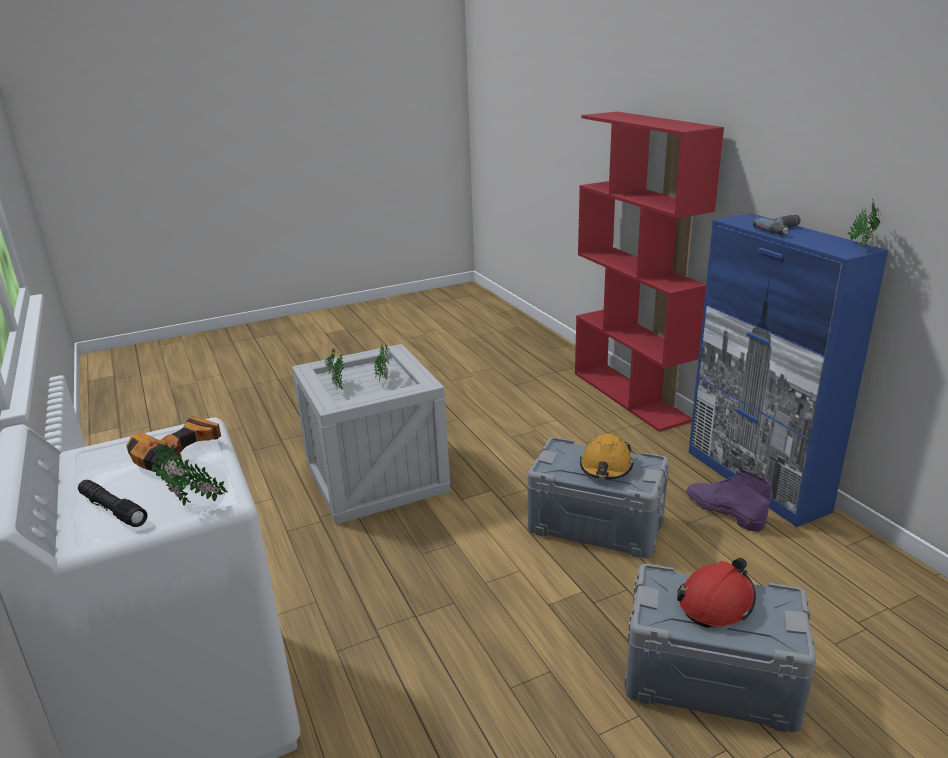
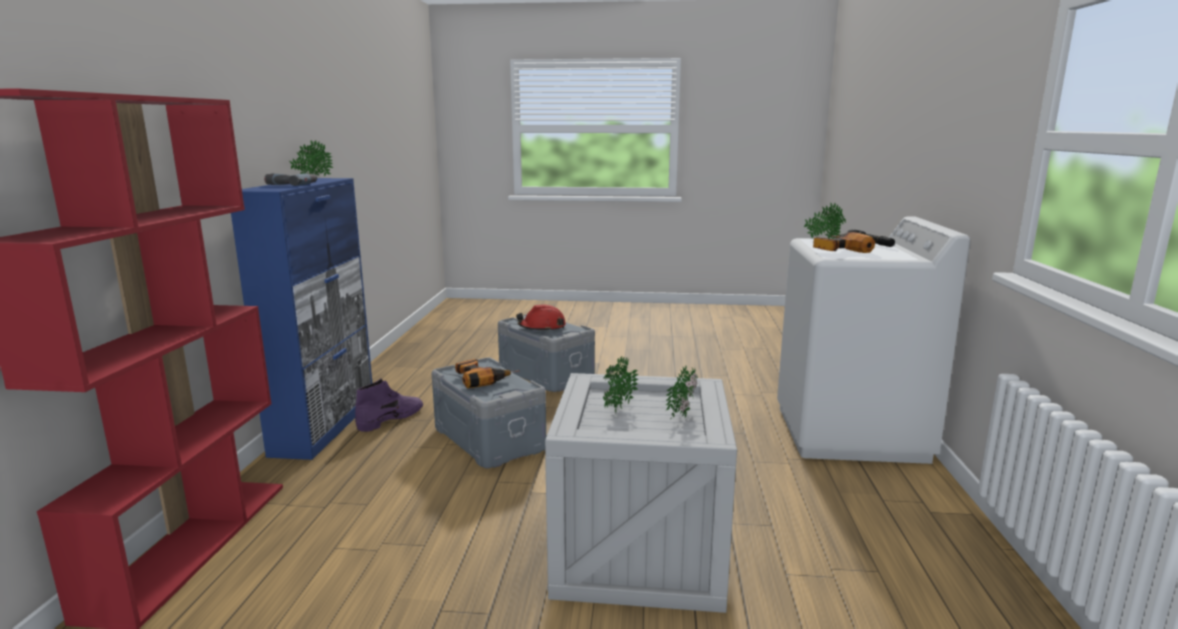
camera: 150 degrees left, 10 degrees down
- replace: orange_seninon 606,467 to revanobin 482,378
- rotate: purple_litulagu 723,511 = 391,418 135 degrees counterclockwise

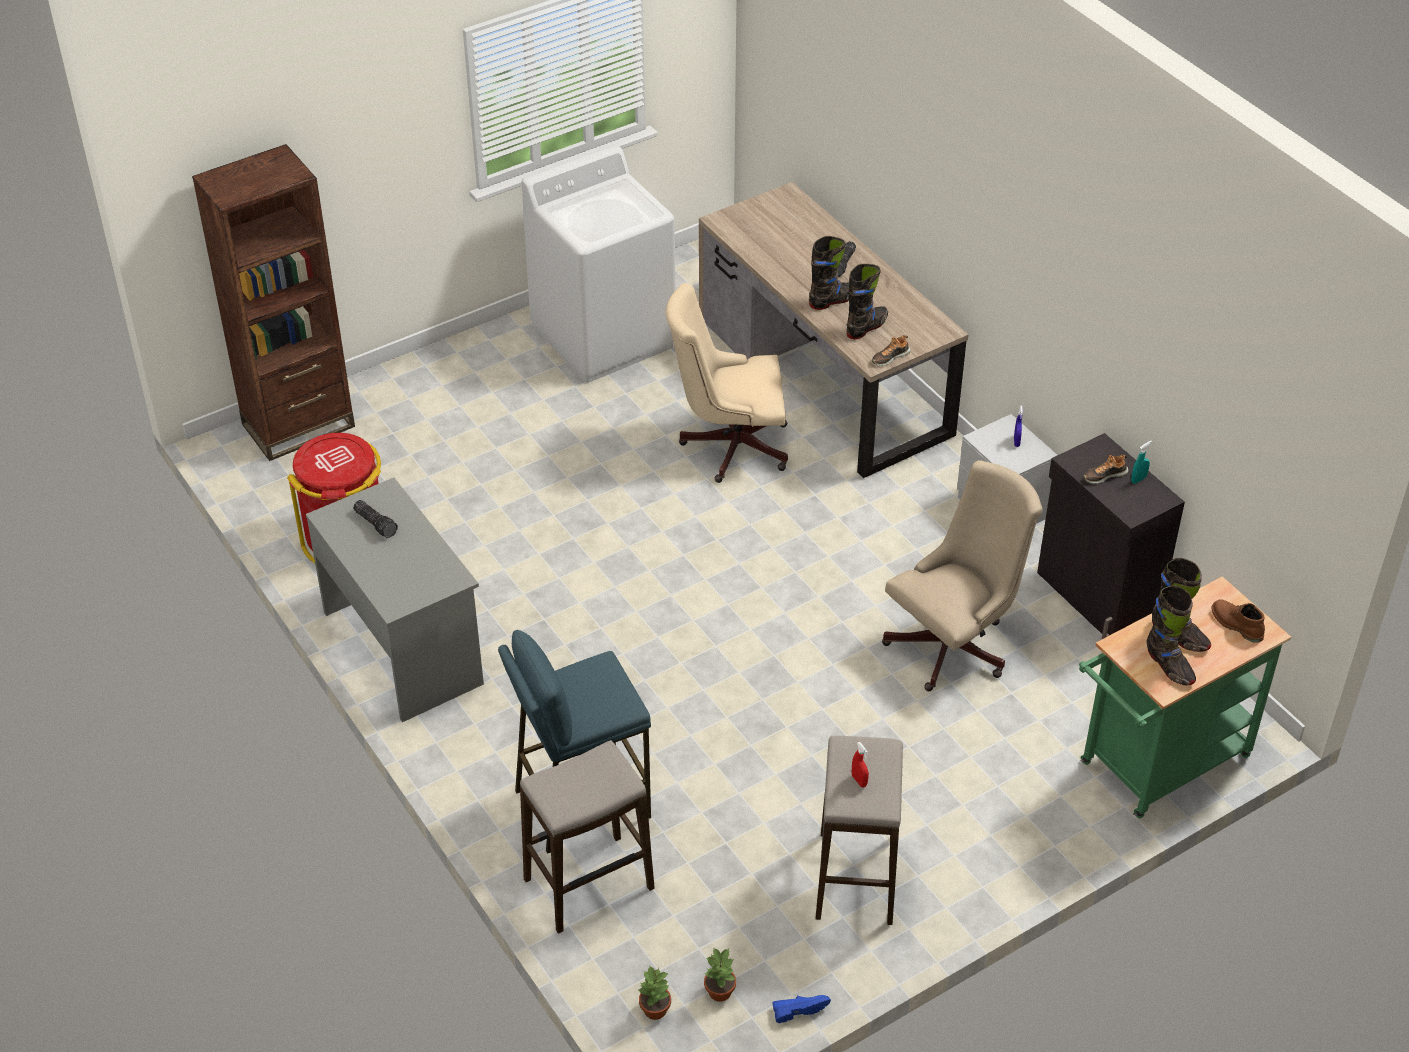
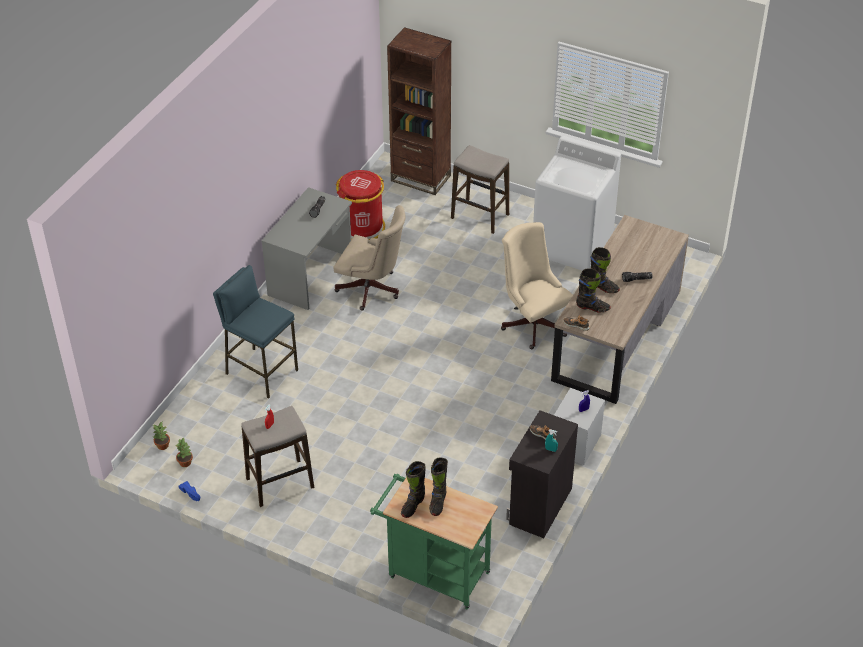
camera: 60 degrees right, 0 degrees up
- move: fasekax 589,884 to 480,216
- move: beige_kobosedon 955,644 to 372,290
- delete: brown_litulagu 1235,625

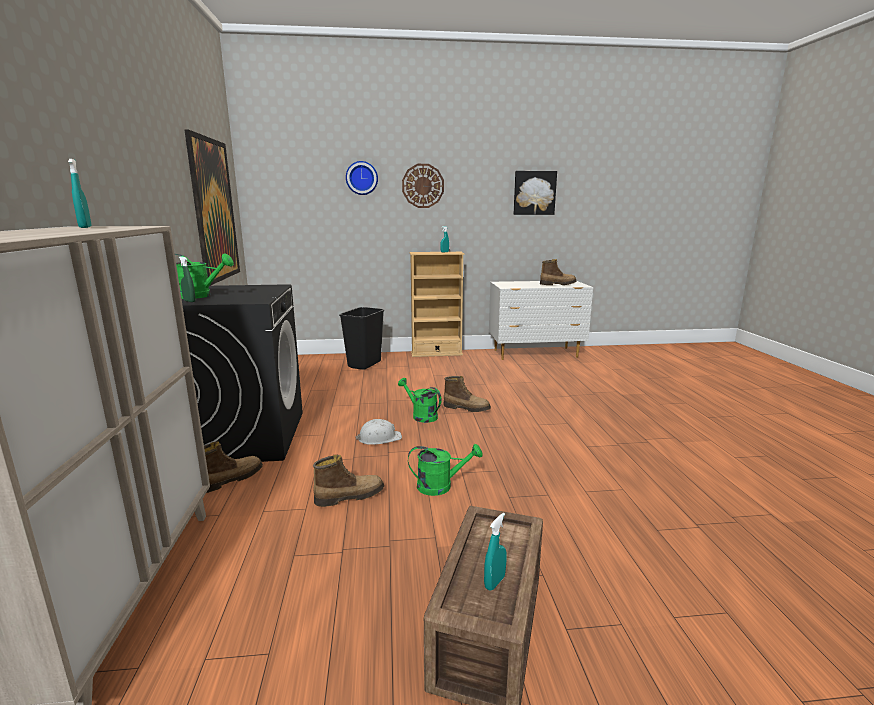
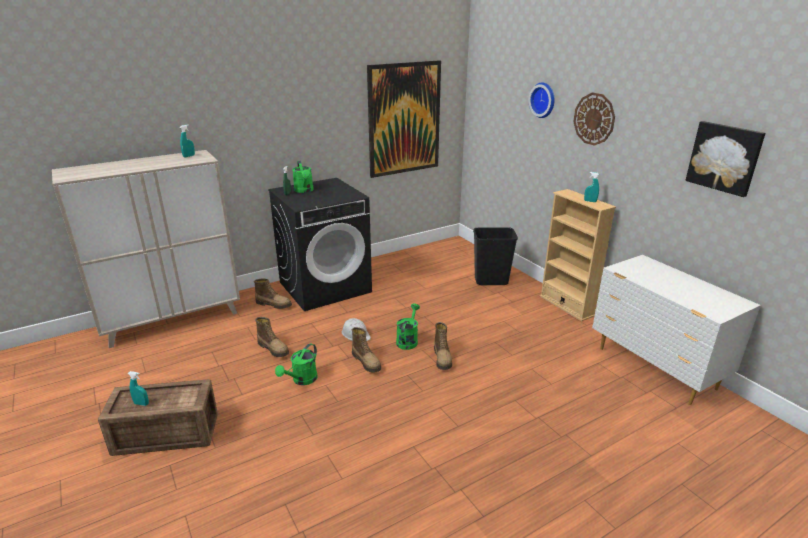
camera: 65 degrees right, 10 degrees up
- rotate: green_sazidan 441,486 = 301,380 60 degrees clockwise
- move: litulagu 557,284 to 367,362

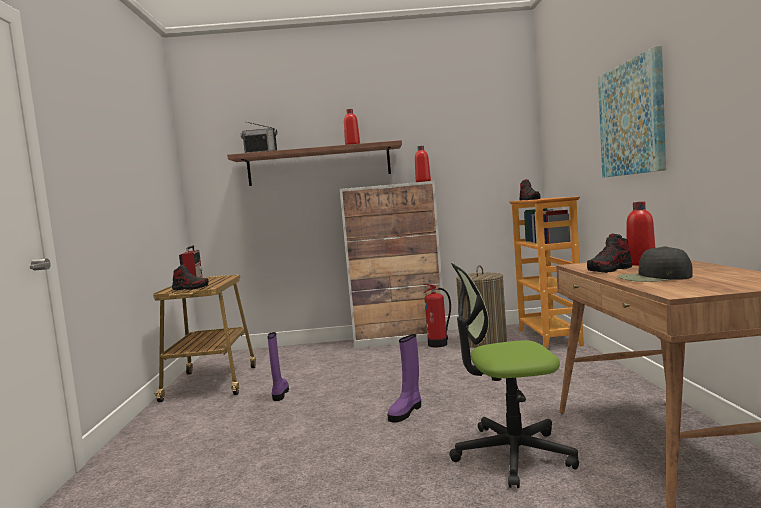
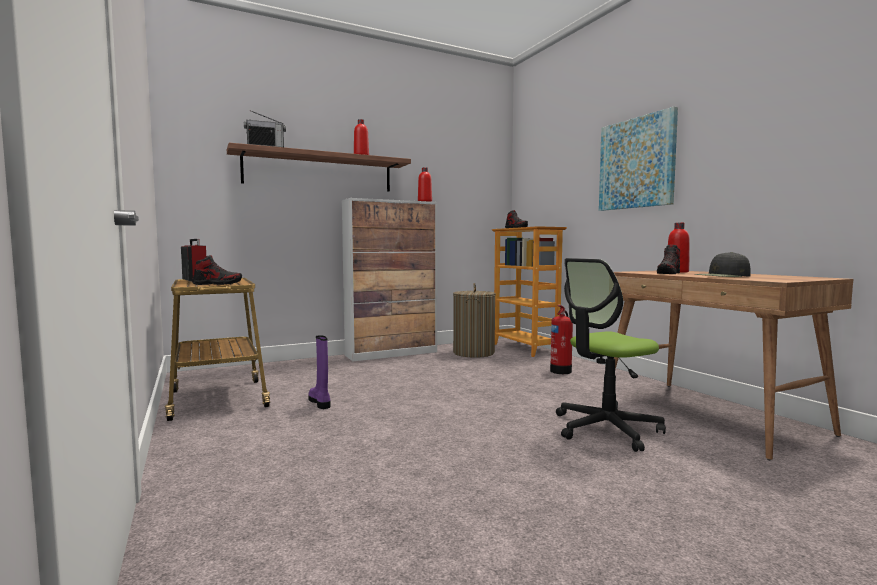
camera: 25 degrees left, 0 degrees up
- delete: purple_litulagu 406,412
- move: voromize 439,344 to 561,371

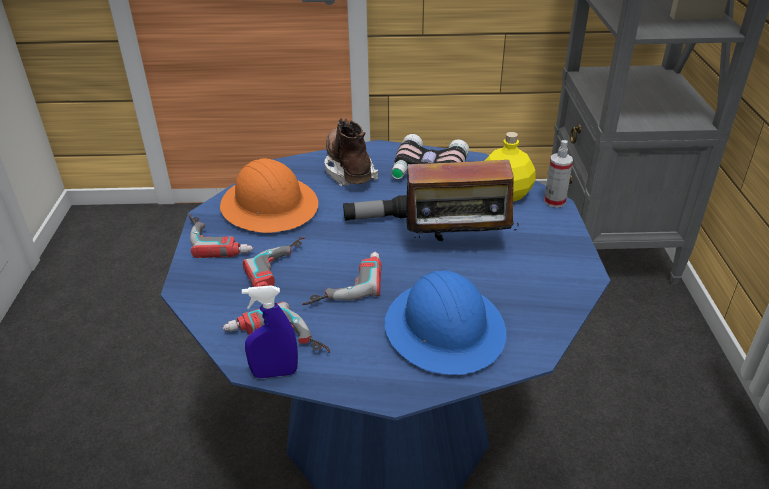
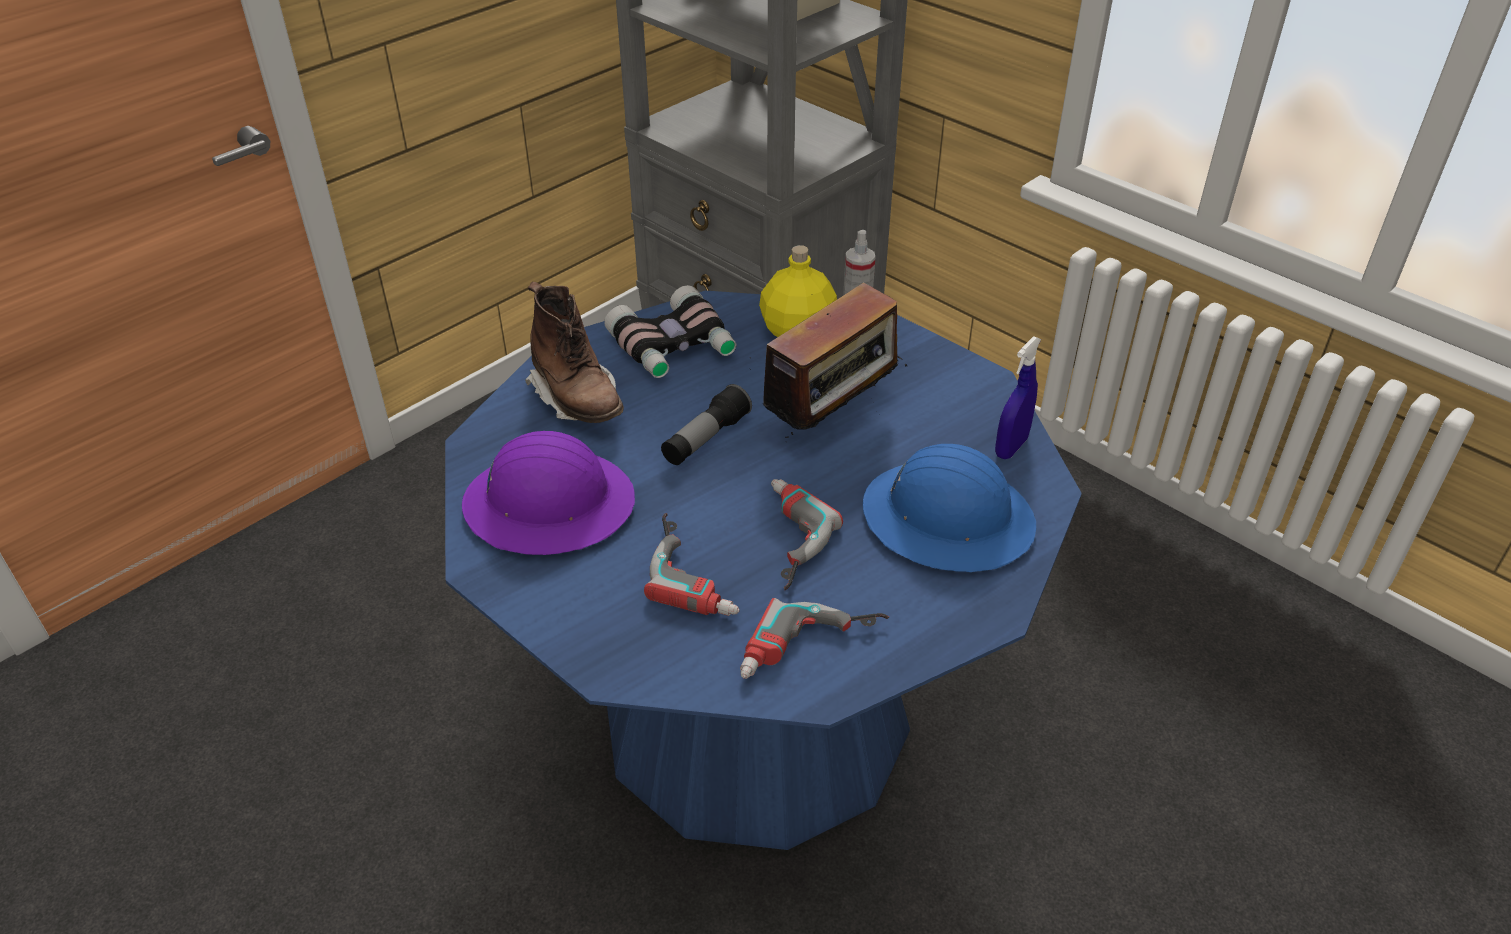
camera: 45 degrees left, 5 degrees up
- delete: revanobin 220,238
- recolor: orange_seninon 270,206 to purple_seninon 549,504
- move: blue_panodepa 275,373 to 1011,447
- rotate: brown_litulagu 349,170 = 577,399 150 degrees counterclockwise

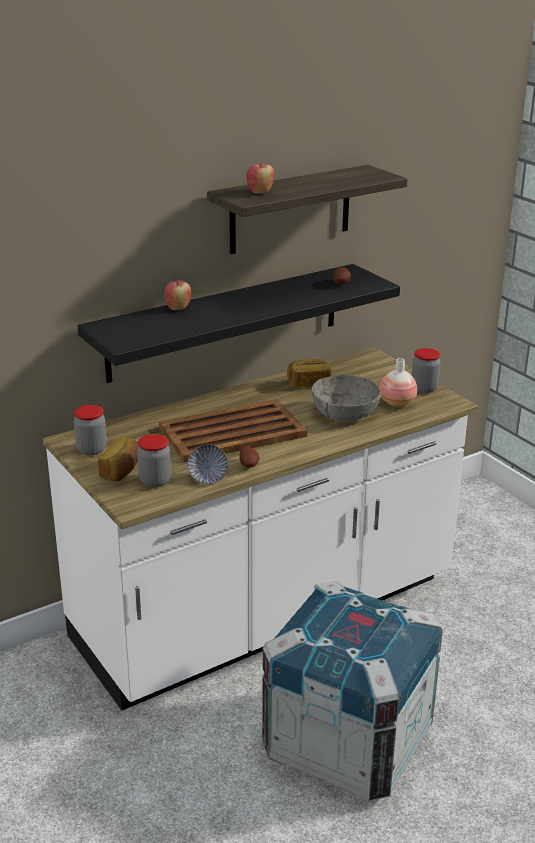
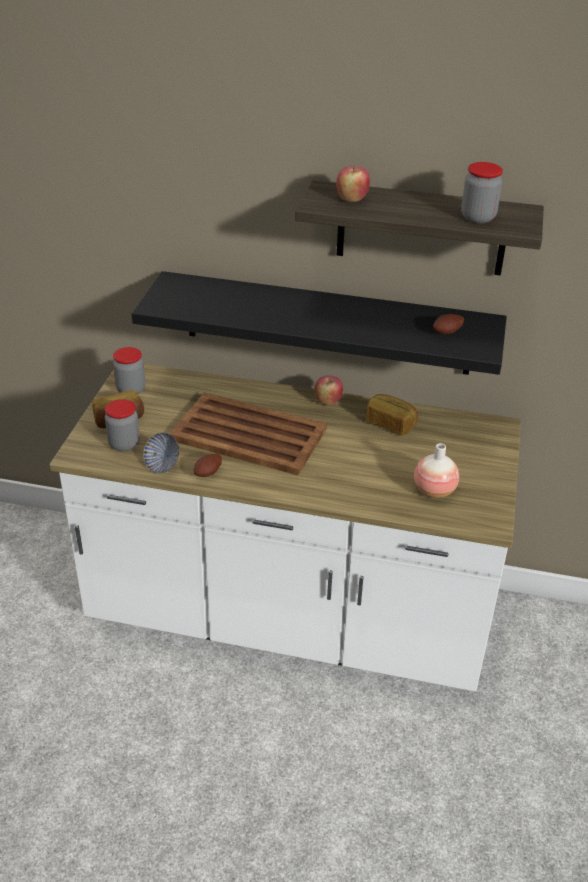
camera: 45 degrees right, 10 degrees up
- move: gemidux 178,308 to 327,401
- delete: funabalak 347,741
- delete: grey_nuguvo 344,413
- move: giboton 424,388 to 478,217

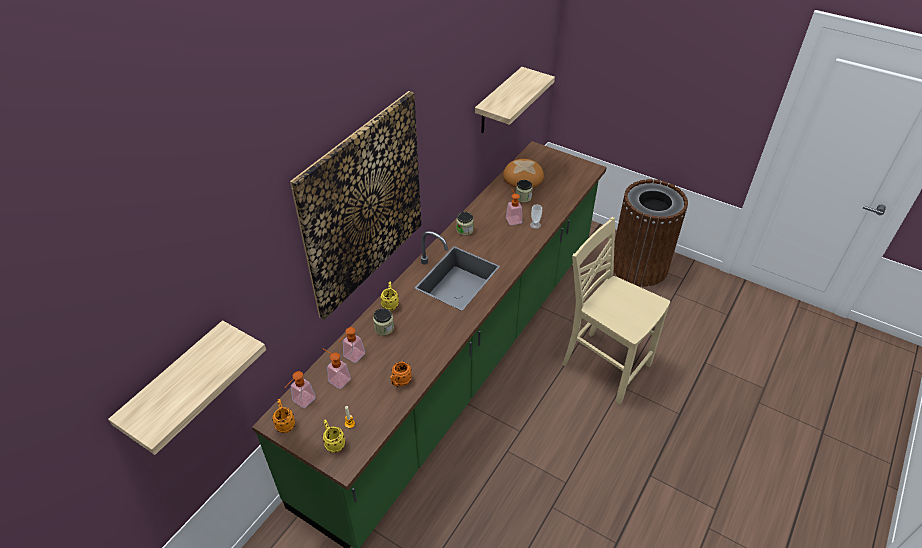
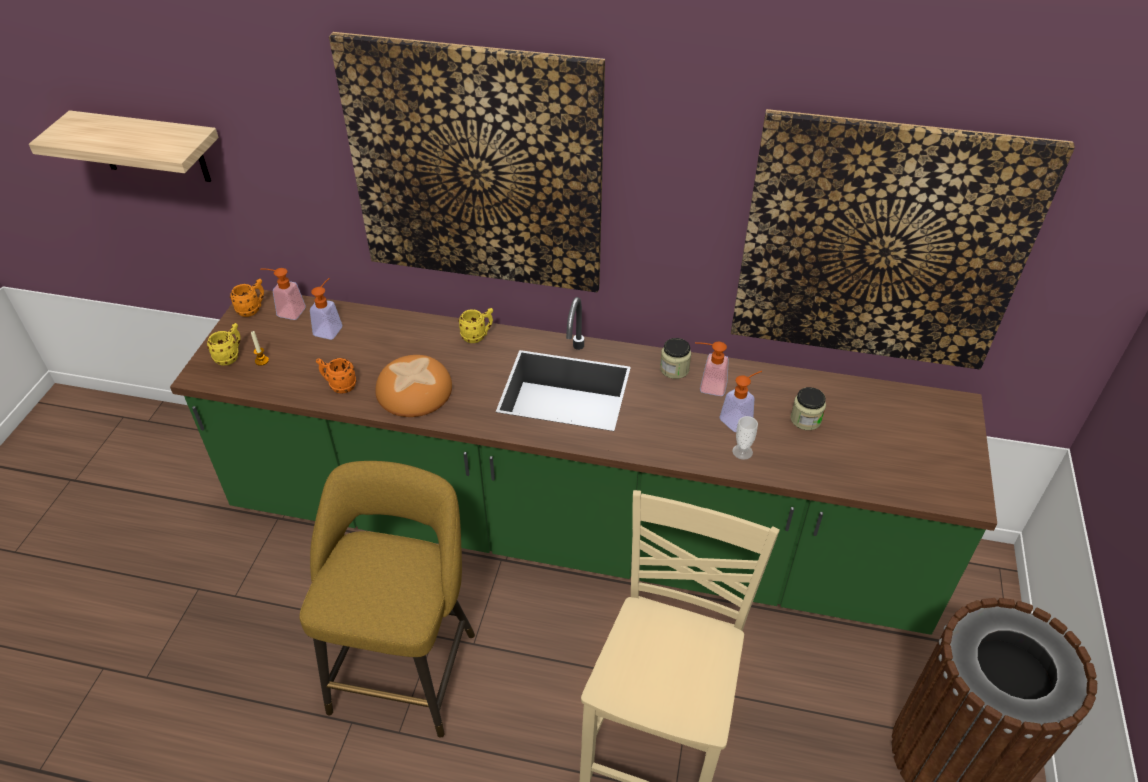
camera: 70 degrees right, 0 degrees up
- move: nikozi 352,357 to 707,386
- delete: giboton 384,328
- replace: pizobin 498,102 to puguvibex 881,245
- move: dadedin 522,177 to 414,390
- insert: yellow_fasekax 406,664

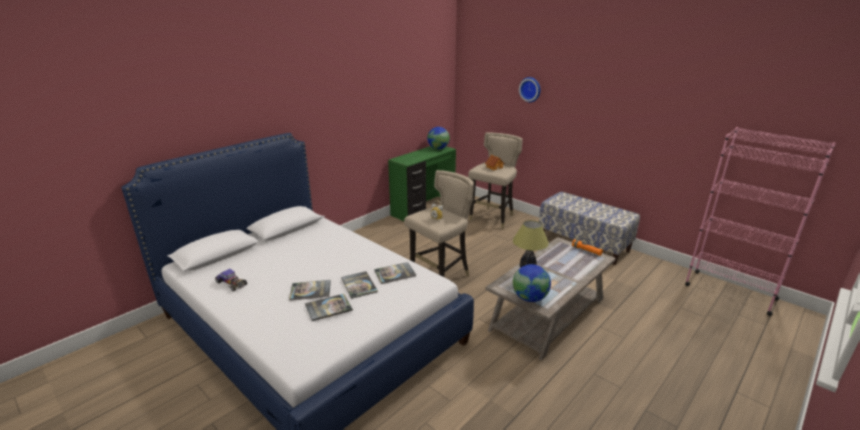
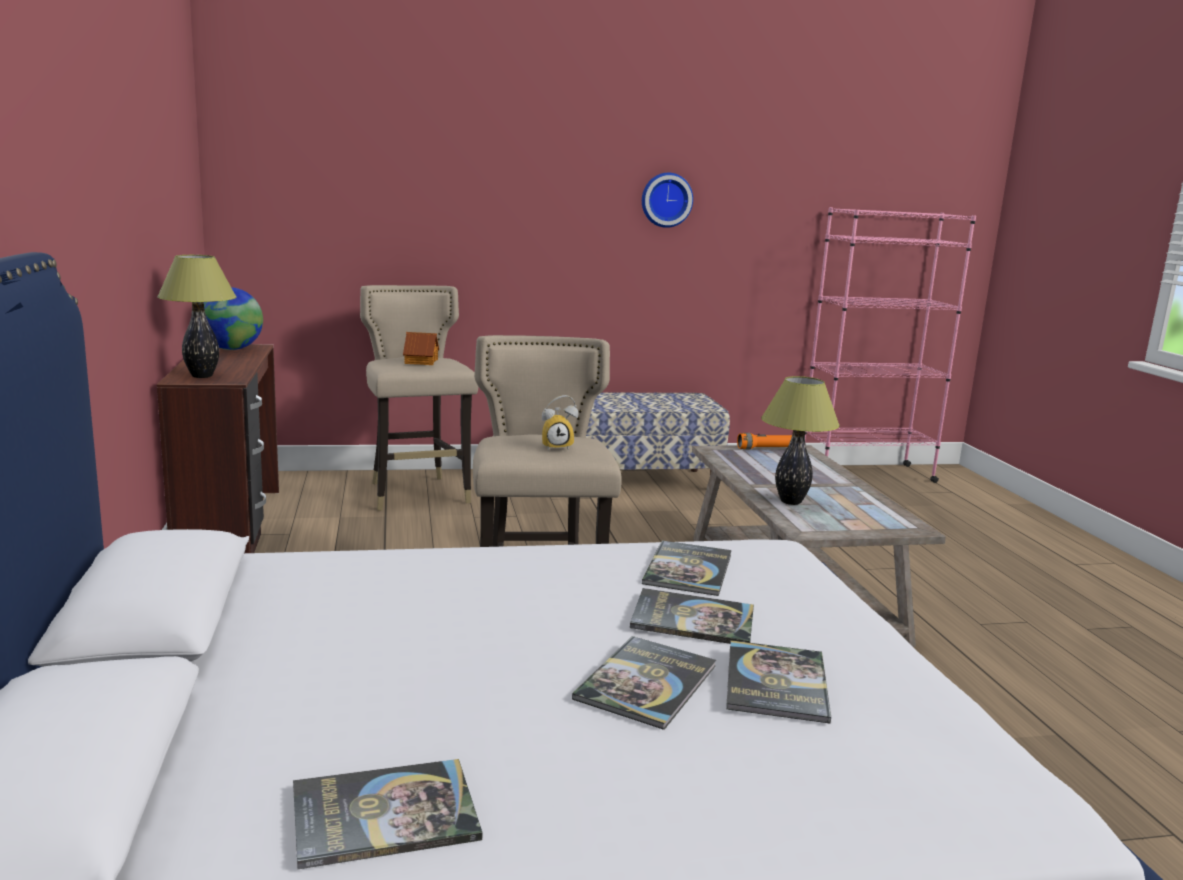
camera: 55 degrees left, 10 degrees down
- replace: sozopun 231,283 to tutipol 384,814
- recolor: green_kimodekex 424,208 to brown_kimodekex 232,524
- delete: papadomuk 529,298
- move: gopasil 530,89 to 666,200
- insert: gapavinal 201,376

